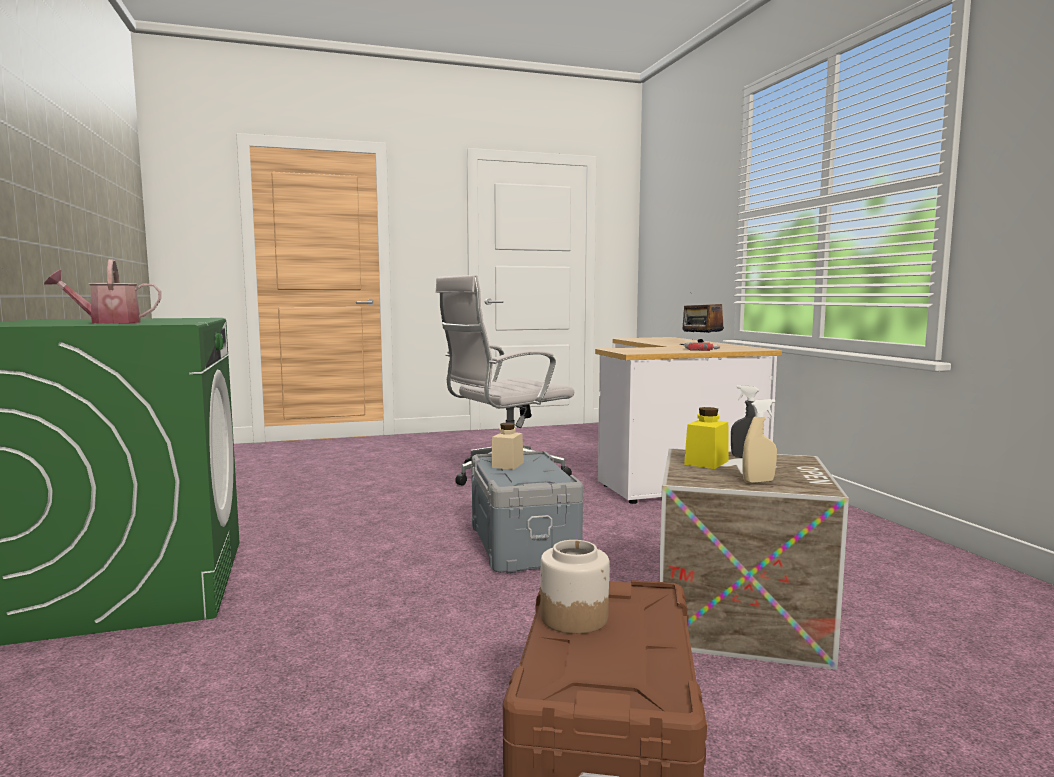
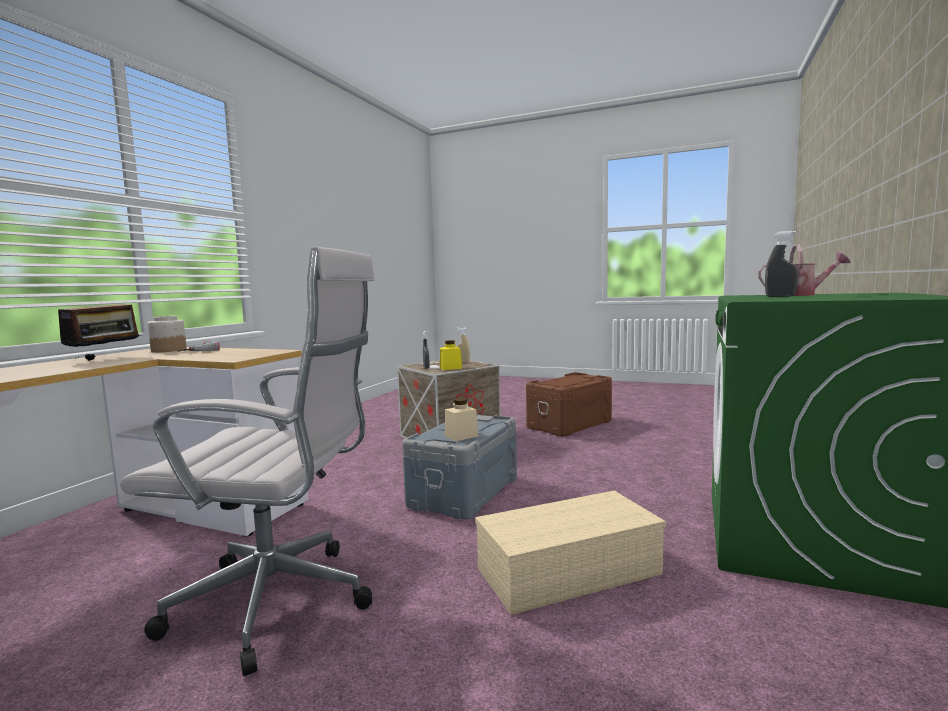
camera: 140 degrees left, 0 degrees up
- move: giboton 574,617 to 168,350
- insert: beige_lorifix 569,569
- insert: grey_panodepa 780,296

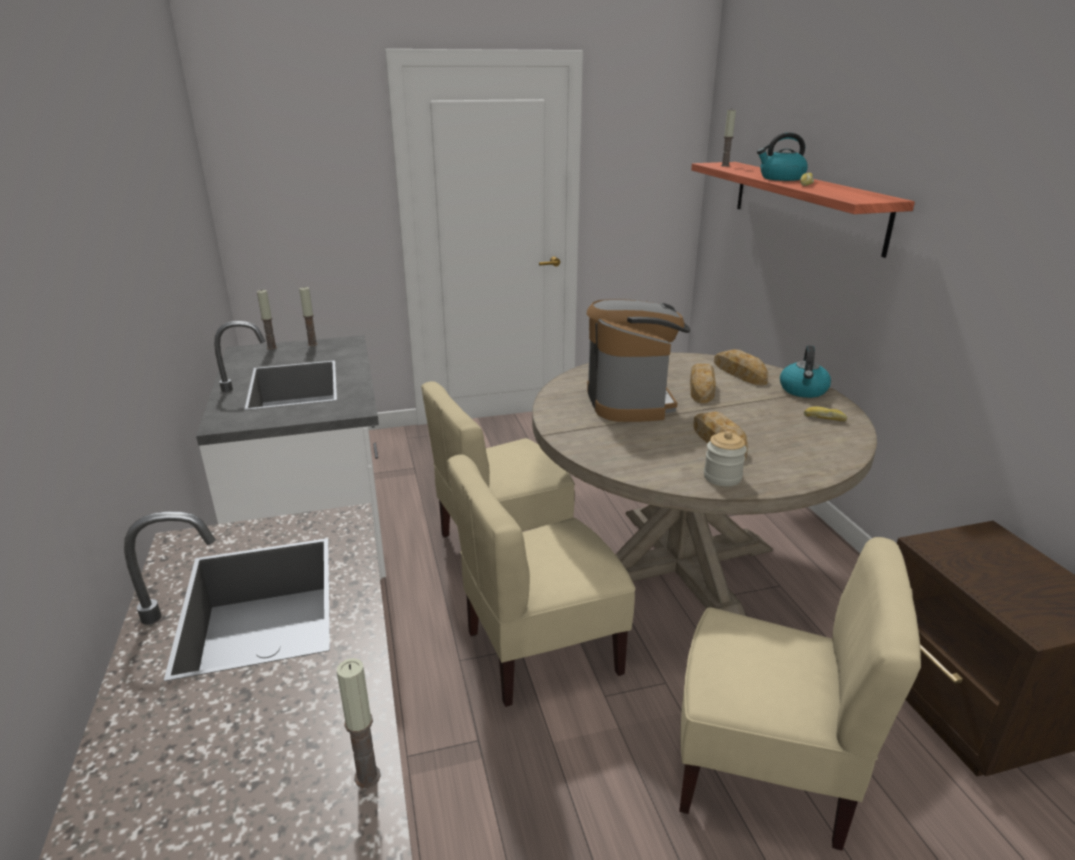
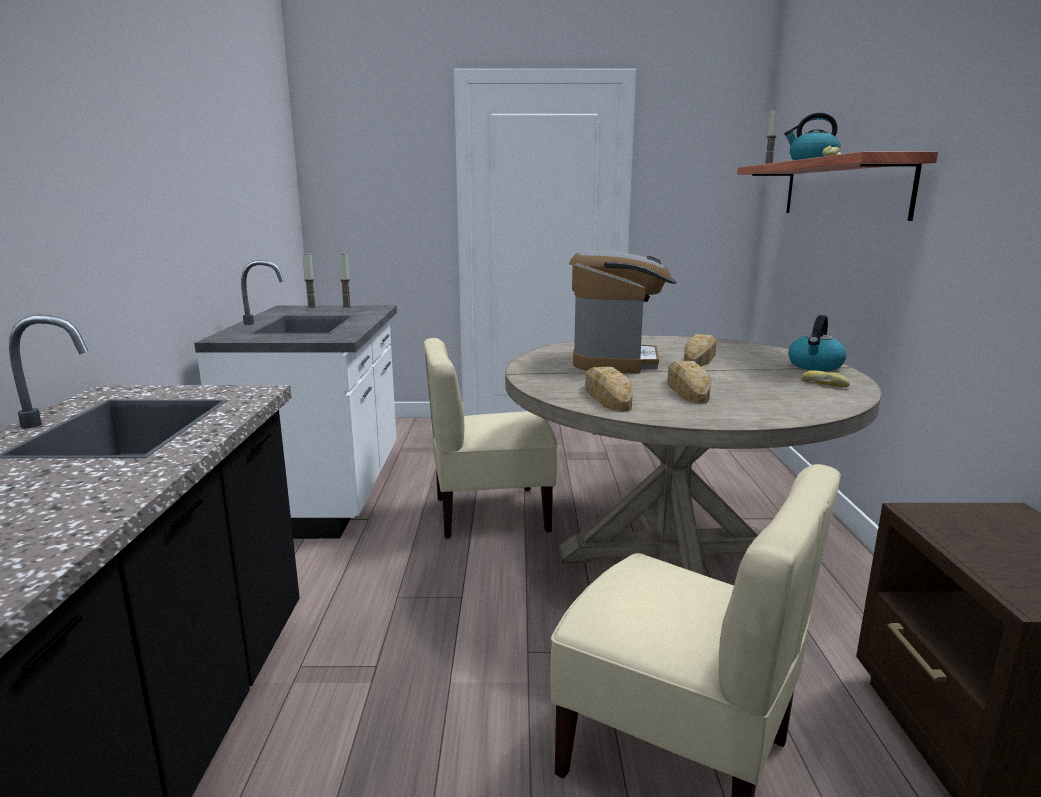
camera: 15 degrees right, 10 degrees down
- delete: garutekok 367,776
- delete: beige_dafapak 541,651
- delete: giboton 722,477
- move: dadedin 740,372 to 607,397

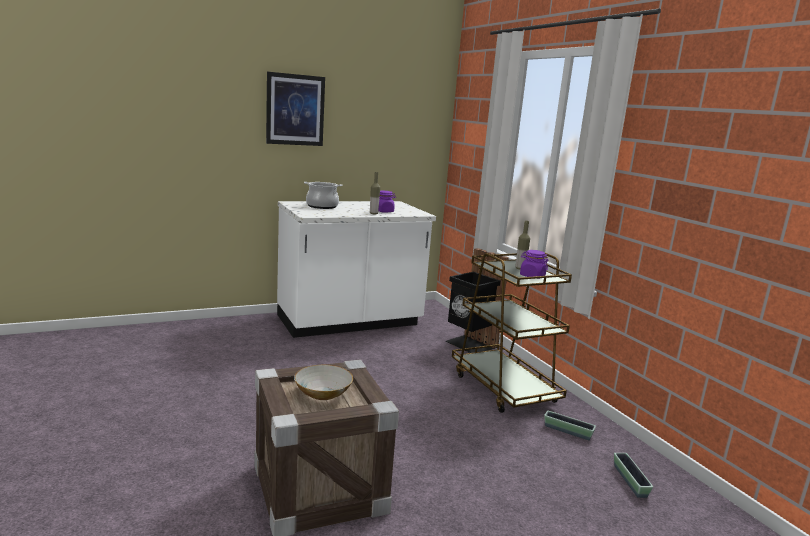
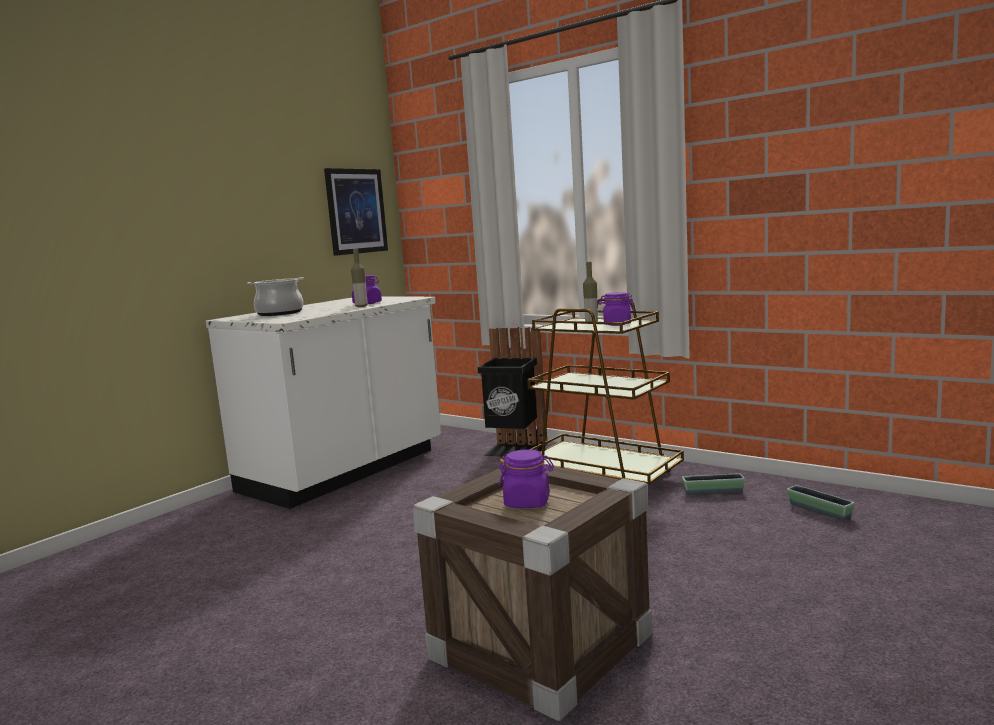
camera: 25 degrees left, 5 degrees down
- move: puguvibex 295,110 to 356,211
- replace: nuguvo 322,393 to purple_giboton 527,502

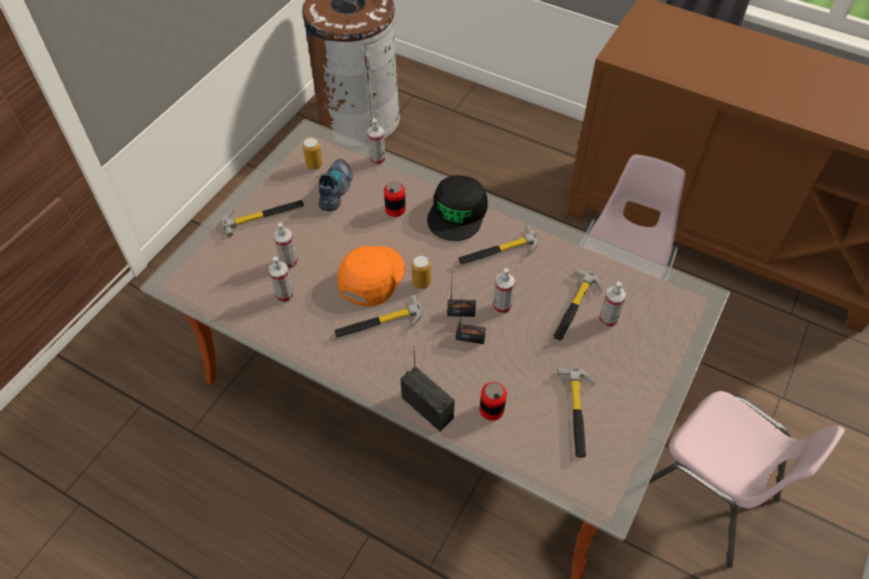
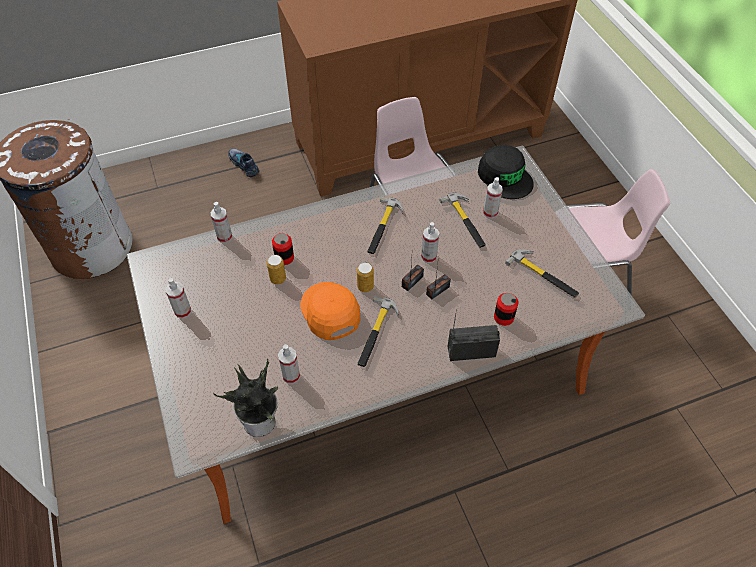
camera: 50 degrees left, 0 degrees up
- delete: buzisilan 263,215
- move: panodepa 289,262 to 183,311
- move: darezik 314,165 to 278,279
- move: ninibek 336,189 to 244,165
- move: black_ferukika 457,213 to 505,177
- insert: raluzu 261,422

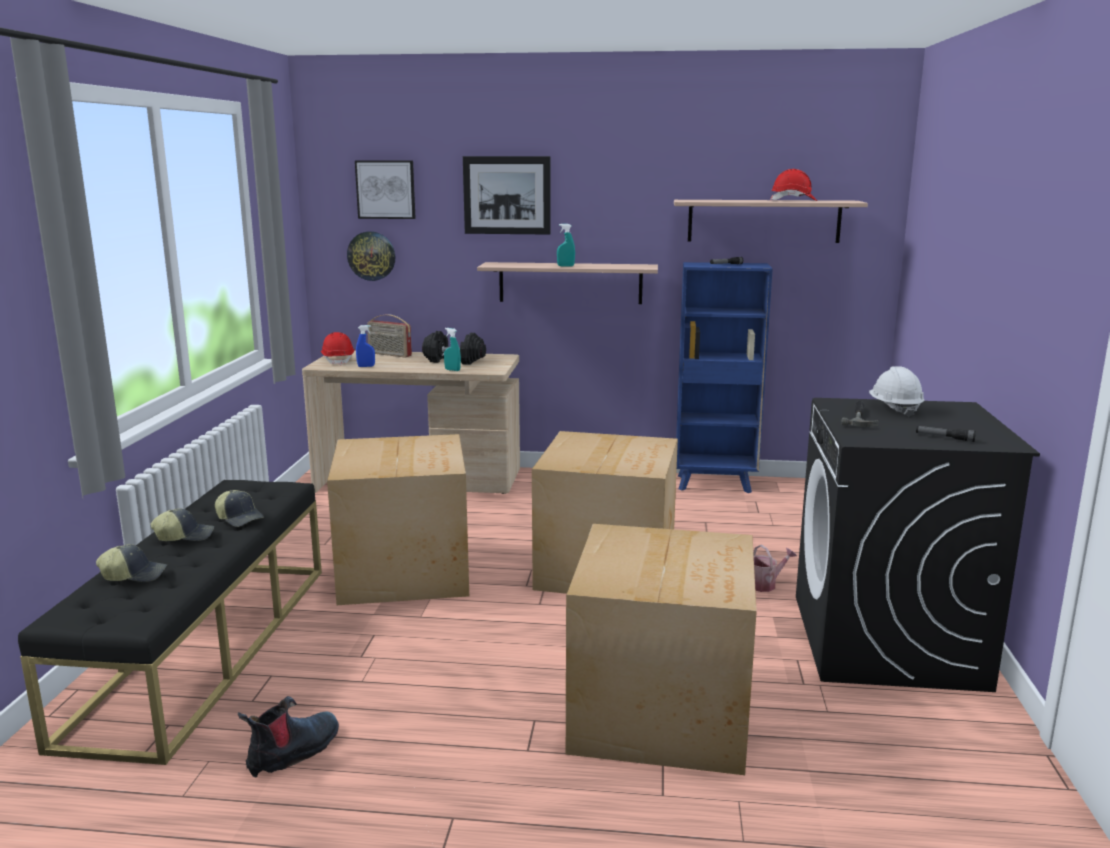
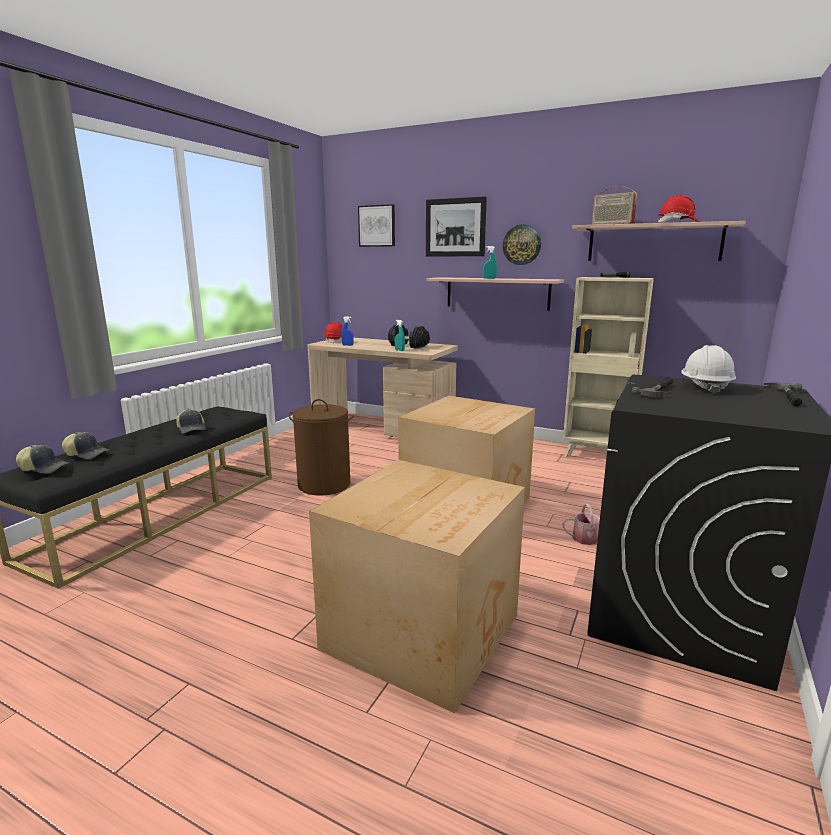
camera: 20 degrees right, 0 degrees up
- move: ferukika 185,536 to 44,468
- delete: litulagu 294,752
- replace: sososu 406,571 to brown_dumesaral 324,484
- move: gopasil 371,256 to 522,245
- move: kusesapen 389,354 to 612,224
- recolor: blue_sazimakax 715,484 to beige_sazimakax 597,456
- delete: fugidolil 944,438
- insert: buzisilan 786,397

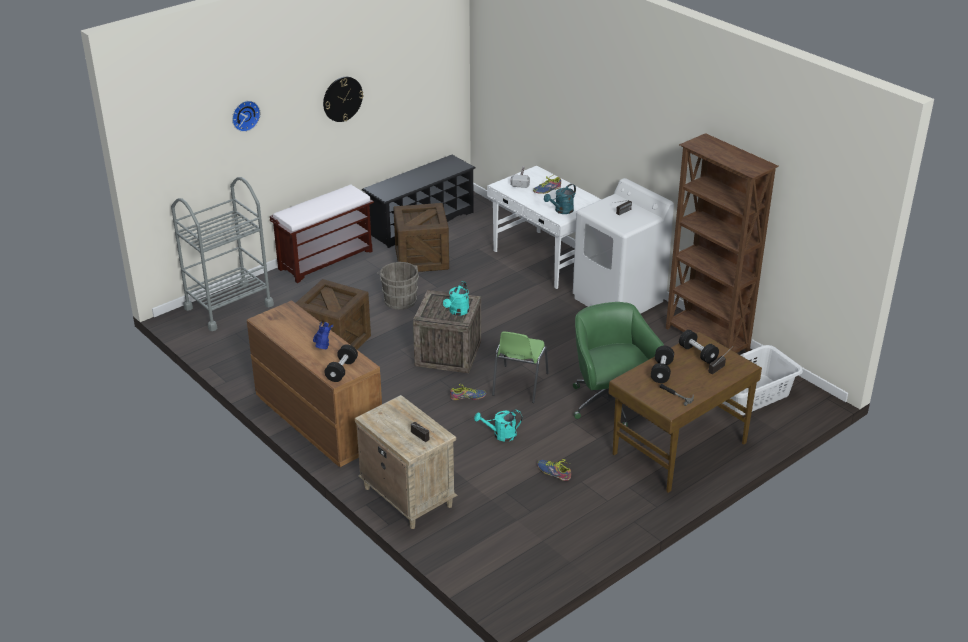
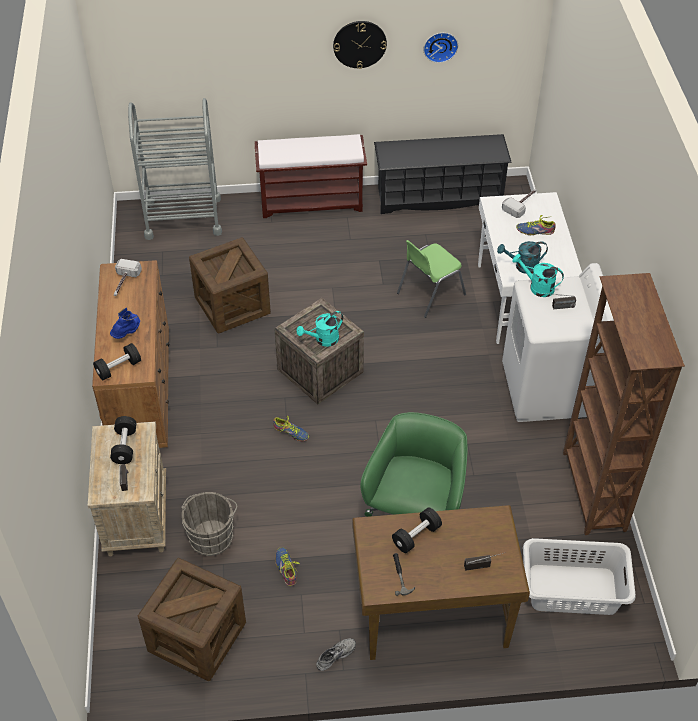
camera: 35 degrees right, 15 degrees up
- move: gopasil 244,115 to 440,46
- move: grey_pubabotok 399,300 to 212,535
- move: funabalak 421,259 to 197,636
- move: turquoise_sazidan 500,435 to 537,287
- move: green_dafapak 519,385 to 429,294
- move: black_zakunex 697,354 to 125,446
- insert: buzisilan 123,283
- insert: grey_ninibek 335,654

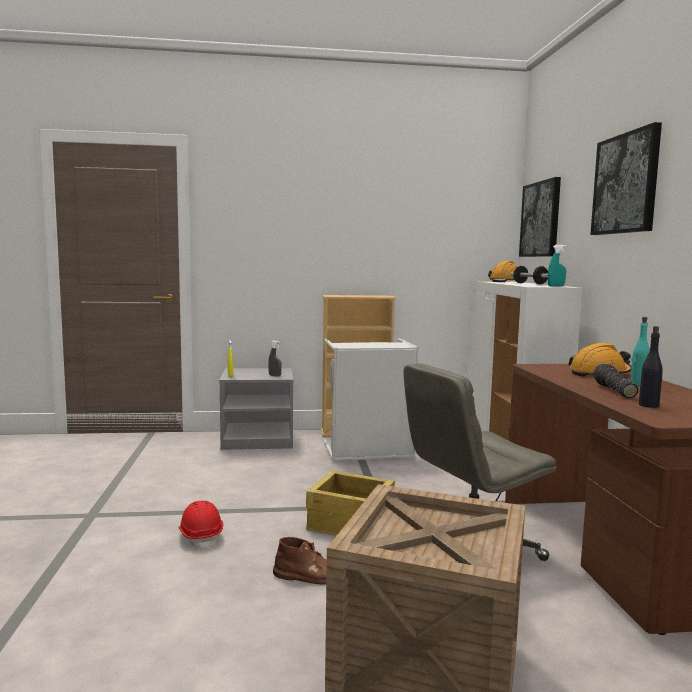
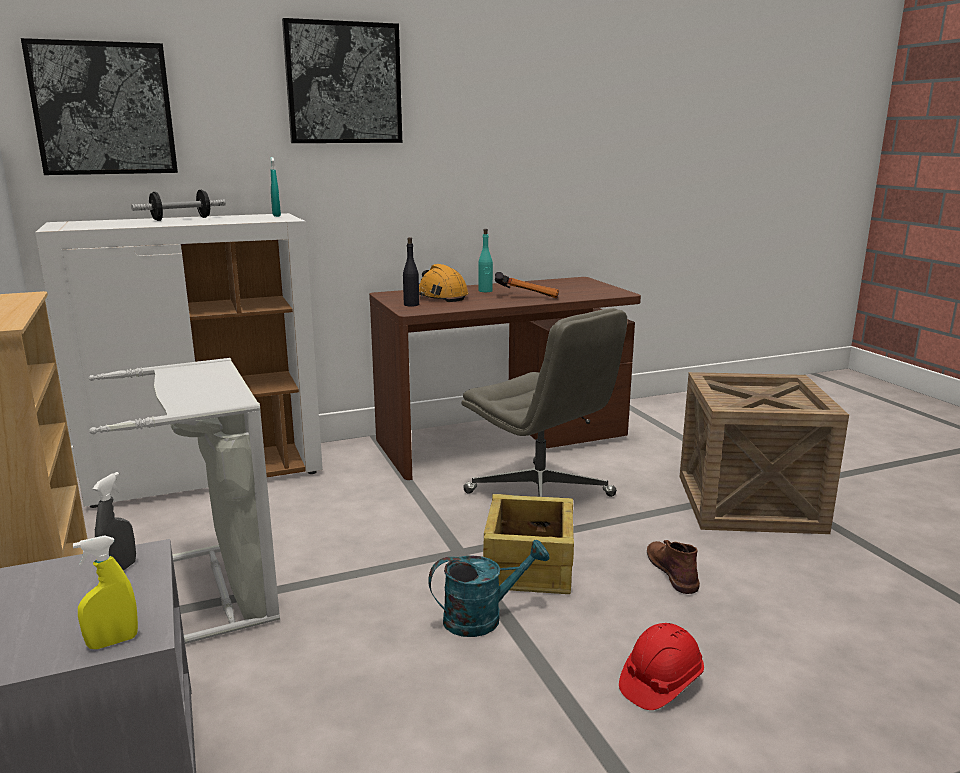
camera: 105 degrees left, 10 degrees up
- delete: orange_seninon 506,281
- replace: fugidolil 613,391 to buzisilan 526,296
- move: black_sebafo 649,405 to 411,304
- insert: turquoise_sazidan 483,617

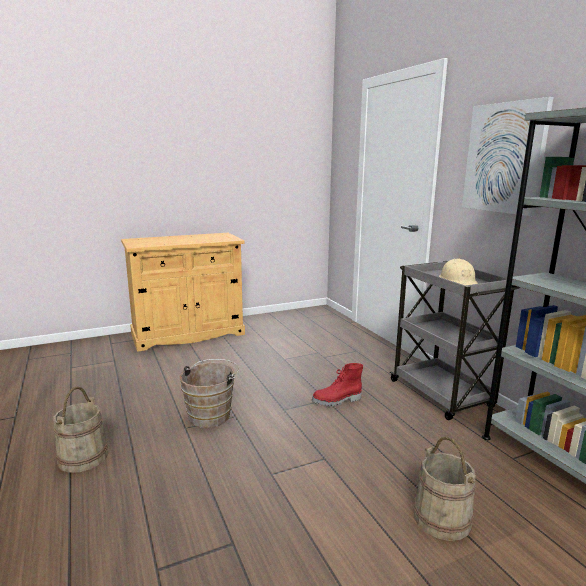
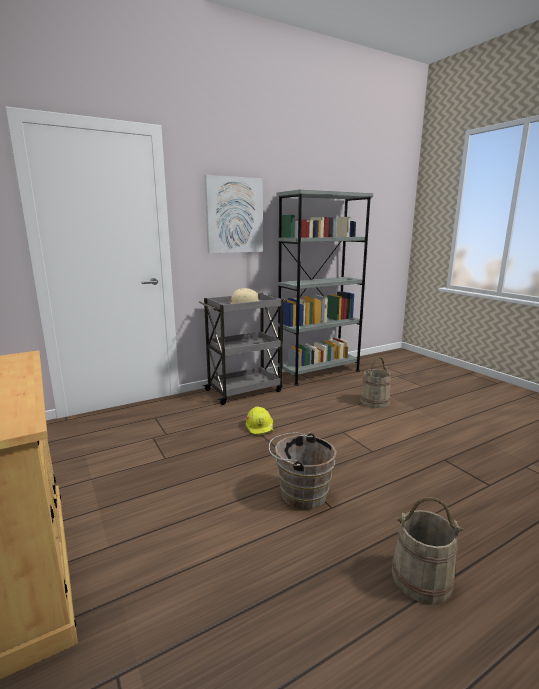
camera: 95 degrees left, 0 degrees up
- replace: red_litulagu 337,401 to yellow_seninon 260,427

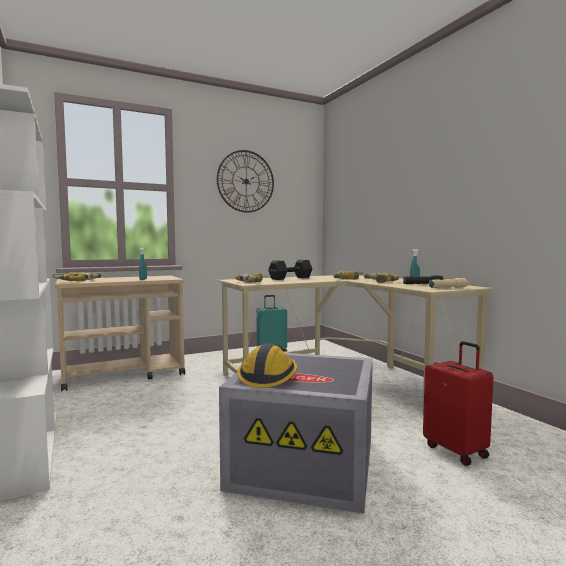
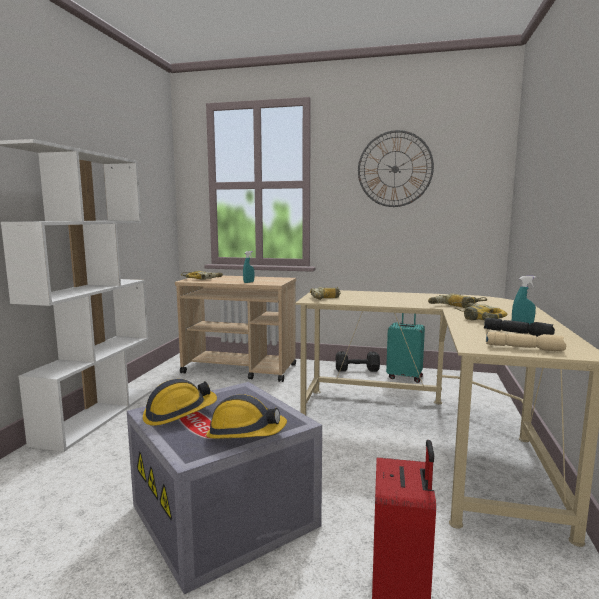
camera: 40 degrees right, 5 degrees up
- move: black_zakunex 289,278 to 356,369
- insert: seninon 245,433

